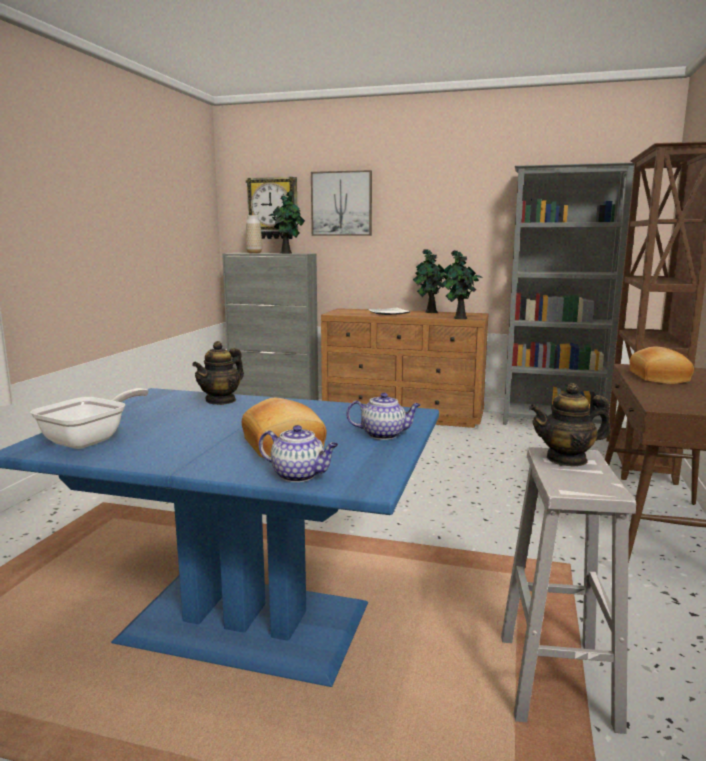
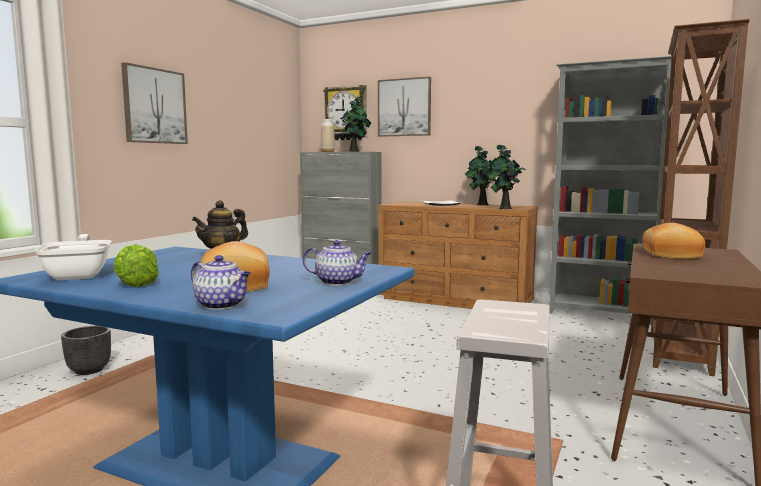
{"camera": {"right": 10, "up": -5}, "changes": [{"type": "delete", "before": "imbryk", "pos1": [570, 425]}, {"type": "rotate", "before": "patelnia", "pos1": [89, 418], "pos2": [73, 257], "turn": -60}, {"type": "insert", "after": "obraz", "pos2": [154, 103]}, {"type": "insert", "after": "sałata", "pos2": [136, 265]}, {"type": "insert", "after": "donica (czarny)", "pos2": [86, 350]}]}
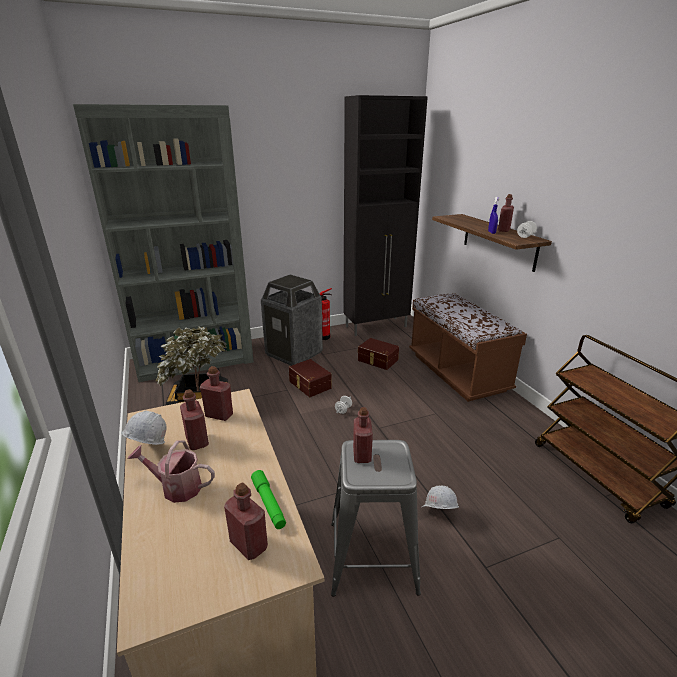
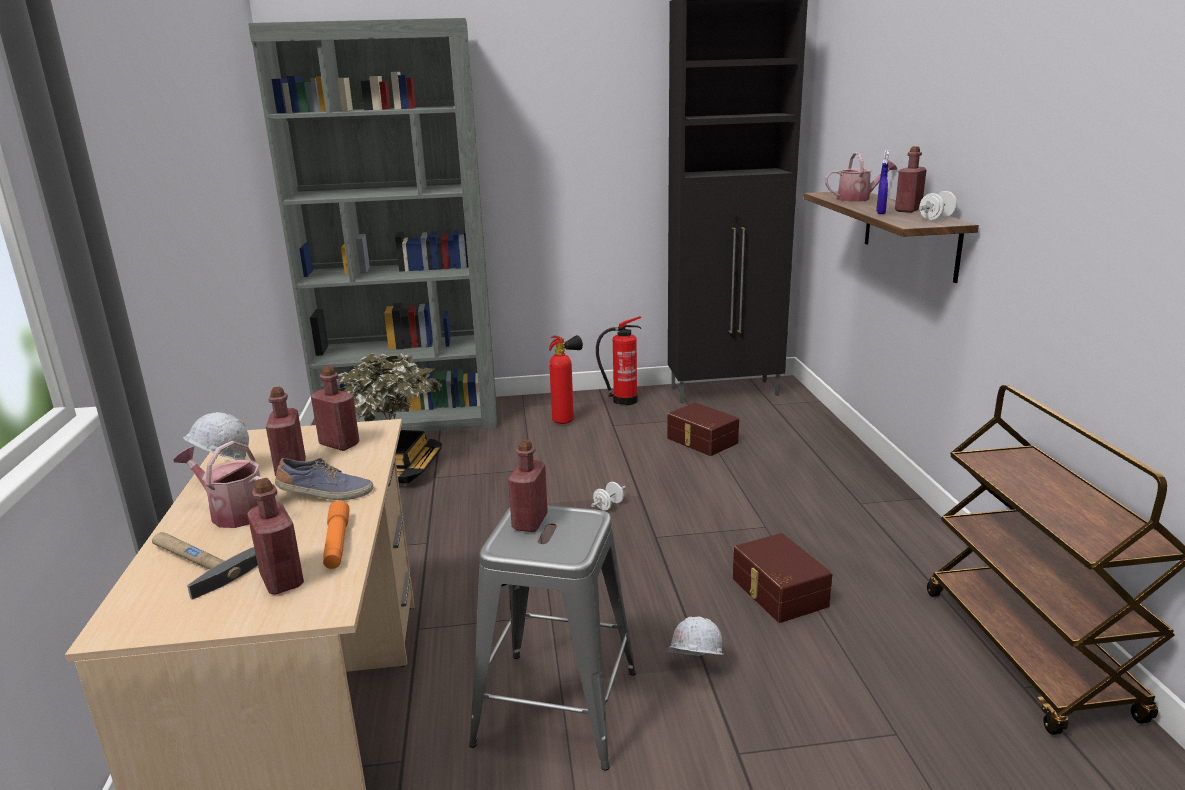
{"camera": {"right": 15, "up": -5}, "changes": [{"type": "replace", "before": "kosz na śmieci", "after": "gaśnica", "pos1": [292, 320], "pos2": [566, 379]}, {"type": "delete", "before": "ławka (brązowy)", "pos1": [468, 347]}, {"type": "move", "before": "pojemnik do przechowywania (brązowy)", "pos1": [310, 378], "pos2": [782, 578]}, {"type": "recolor", "before": "latarka (zielony)", "after": "latarka (pomarańczowy)", "pos1": [268, 499], "pos2": [336, 535]}, {"type": "insert", "after": "konewka", "pos2": [861, 177]}, {"type": "insert", "after": "but", "pos2": [324, 479]}, {"type": "insert", "after": "młotek", "pos2": [205, 566]}]}
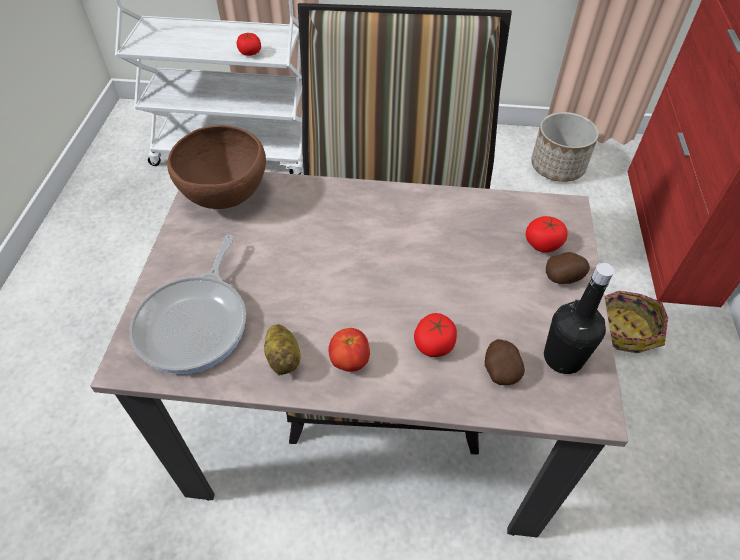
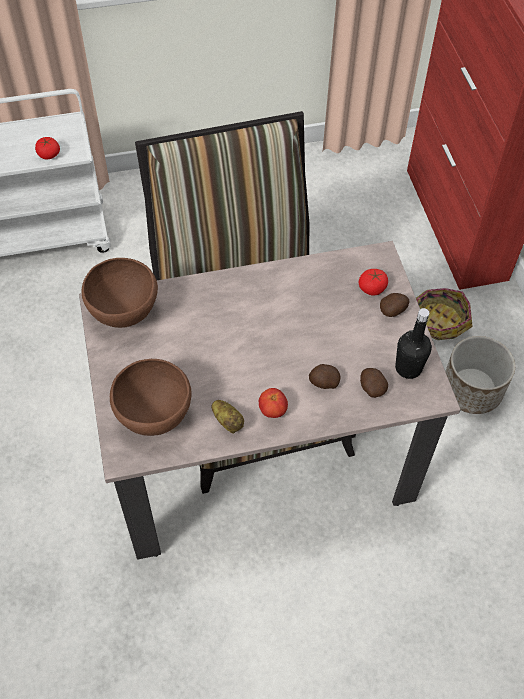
{"camera": {"right": -20, "up": 5}, "changes": [{"type": "move", "before": "donica", "pos1": [565, 147], "pos2": [480, 375]}, {"type": "replace", "before": "patelnia", "after": "miska (brązowy)", "pos1": [188, 304], "pos2": [151, 397]}, {"type": "replace", "before": "pomidor", "after": "ziemniak", "pos1": [435, 335], "pos2": [324, 376]}]}
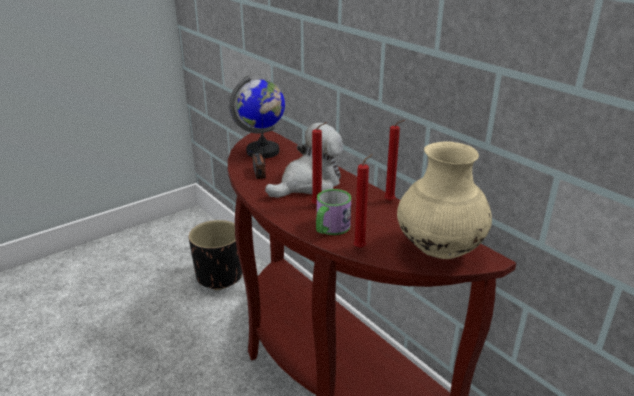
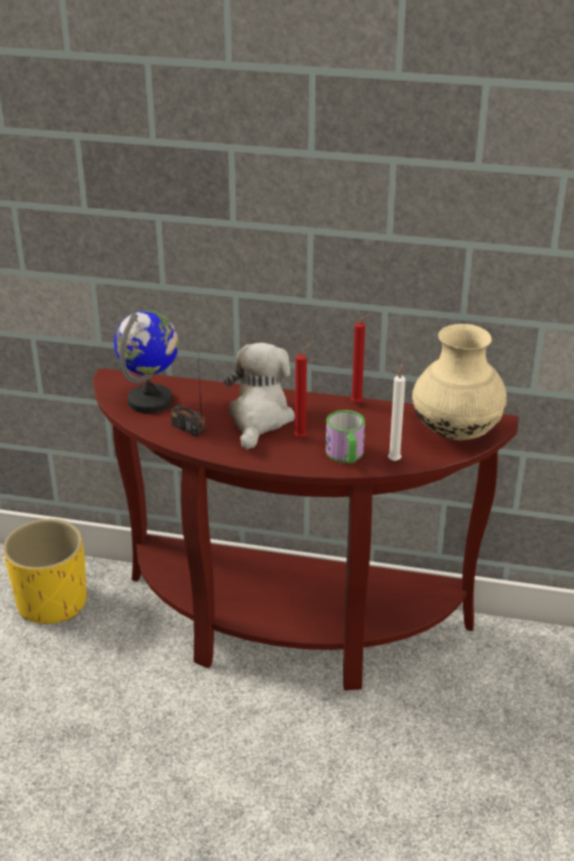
{"camera": {"right": -40, "up": 5}, "changes": [{"type": "recolor", "before": "świeca (czerwony)", "after": "świeca (biały)", "pos1": [363, 201], "pos2": [397, 412]}, {"type": "recolor", "before": "donica (czarny)", "after": "donica (żółty)", "pos1": [215, 255], "pos2": [45, 571]}]}
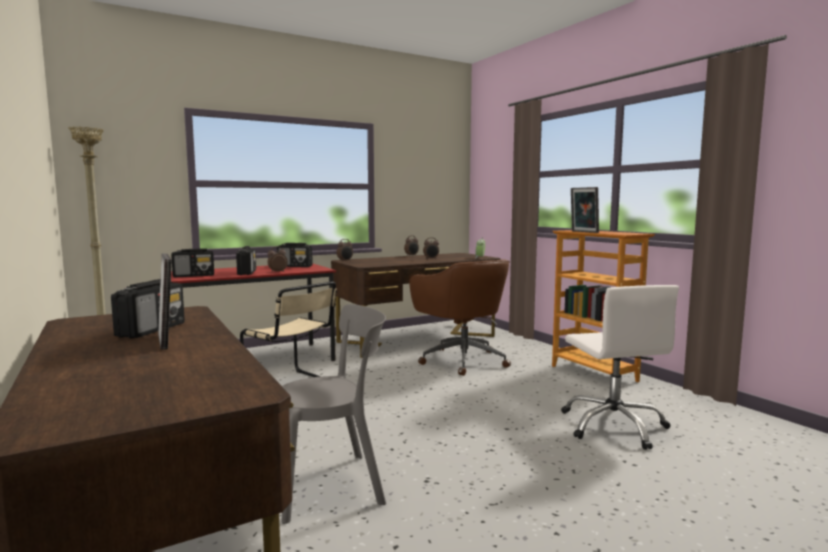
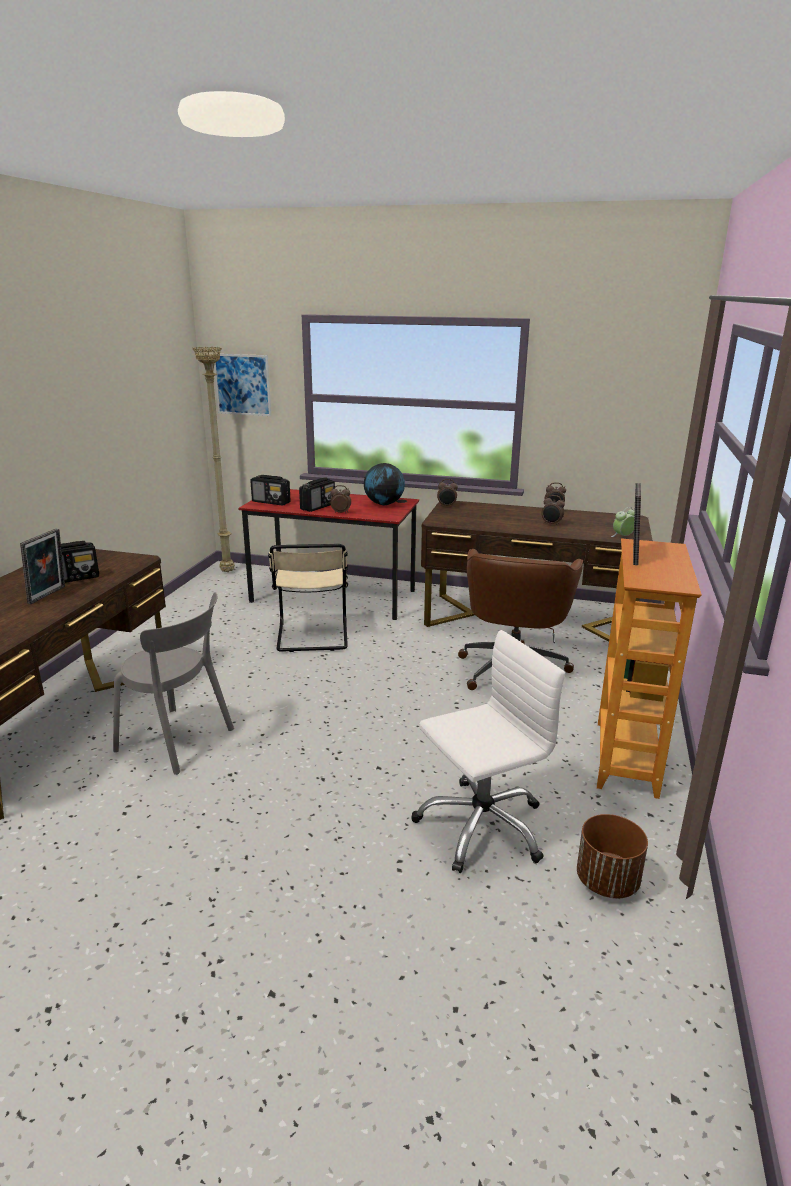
{"camera": {"right": 45, "up": 15}, "changes": [{"type": "replace", "before": "radio", "after": "globus", "pos1": [295, 255], "pos2": [384, 484]}, {"type": "rotate", "before": "krzesło biurowe (biały)", "pos1": [620, 367], "pos2": [488, 751], "turn": -150}, {"type": "insert", "after": "obraz", "pos2": [242, 385]}, {"type": "insert", "after": "donica (brązowy)", "pos2": [612, 856]}]}
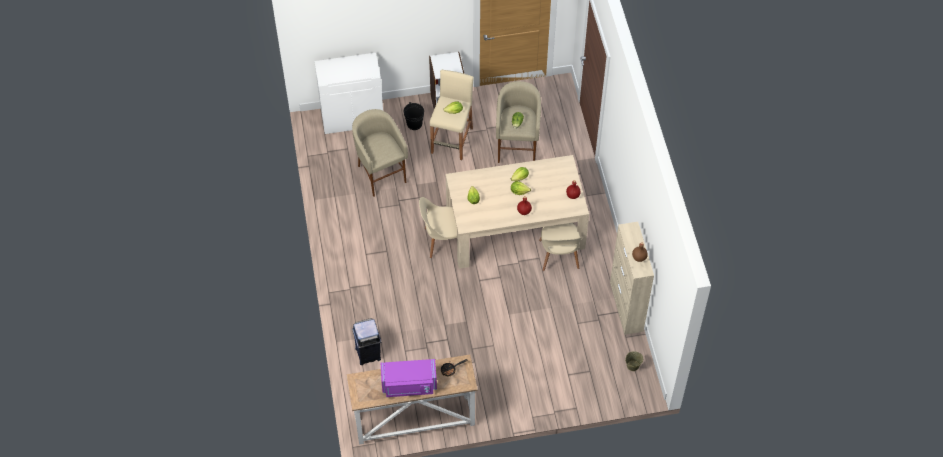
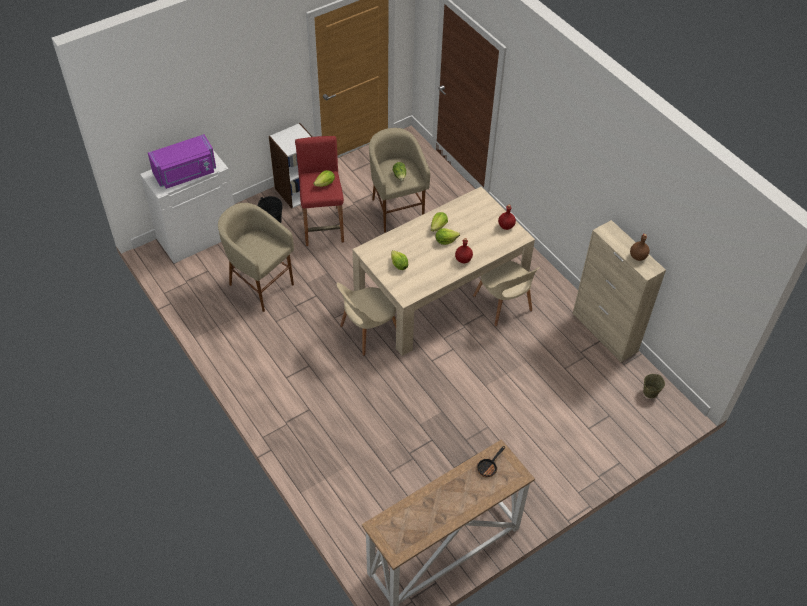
{"camera": {"right": -25, "up": -5}, "changes": [{"type": "recolor", "before": "stołek (beżowy)", "after": "stołek (czerwony)", "pos1": [452, 115], "pos2": [319, 191]}, {"type": "delete", "before": "kosz na śmieci (niebieski)", "pos1": [366, 341]}, {"type": "move", "before": "mikrofalówka (fioletowy)", "pos1": [409, 378], "pos2": [182, 161]}]}
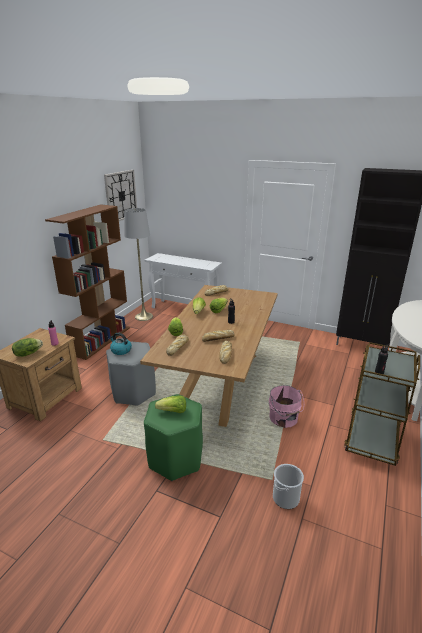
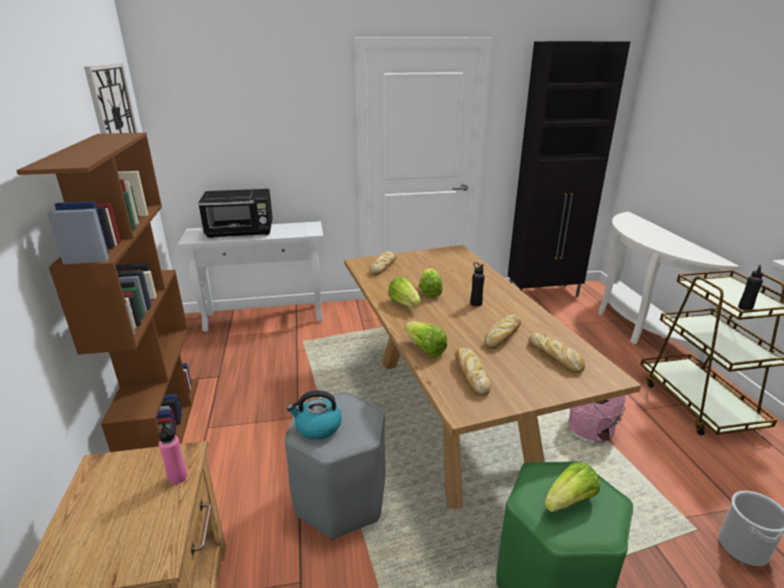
{"camera": {"right": -35, "up": 0}, "changes": [{"type": "delete", "before": "lampa stojąca (szary)", "pos1": [138, 264]}, {"type": "delete", "before": "sałata", "pos1": [27, 347]}, {"type": "insert", "after": "mikrofalówka (czarny)", "pos2": [235, 213]}]}
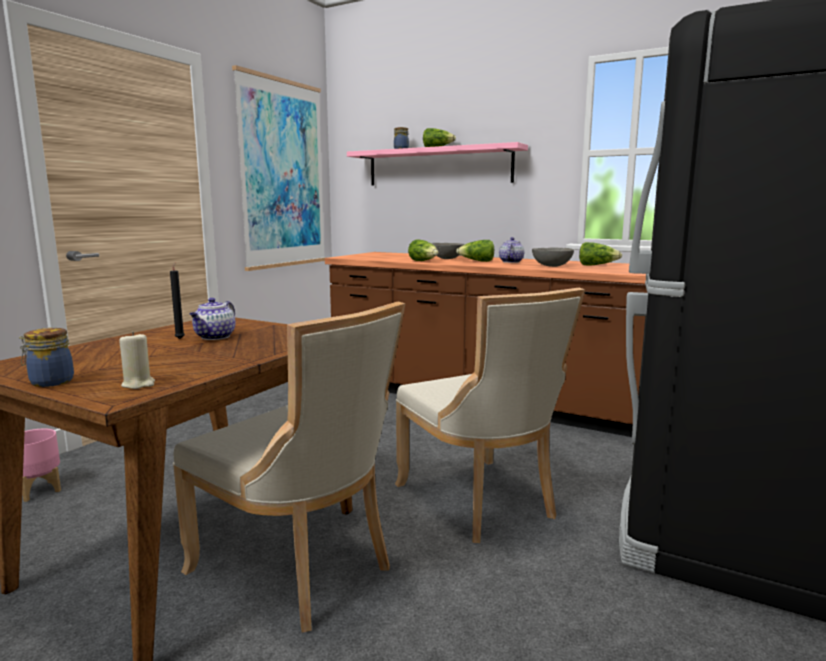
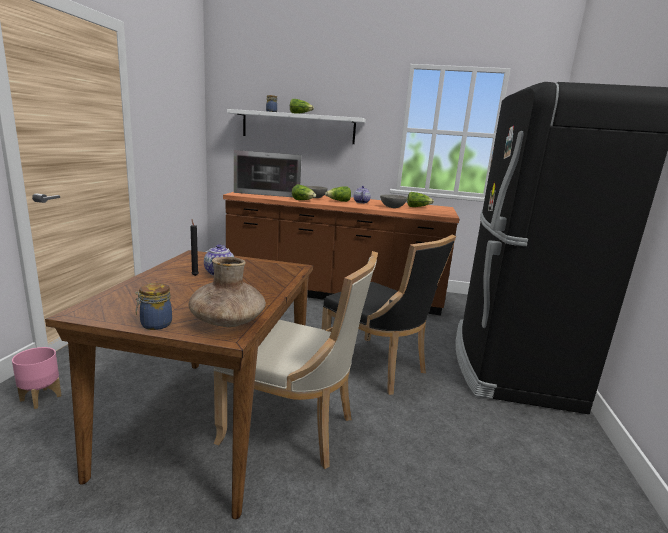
{"camera": {"right": -20, "up": 5}, "changes": [{"type": "delete", "before": "obraz", "pos1": [278, 168]}, {"type": "recolor", "before": "półka (różowy)", "after": "półka (biały)", "pos1": [437, 163], "pos2": [296, 126]}, {"type": "recolor", "before": "krzesło (beżowy)", "after": "krzesło (czarny)", "pos1": [490, 415], "pos2": [389, 315]}, {"type": "replace", "before": "świeca (beżowy)", "after": "wazon (brązowy)", "pos1": [137, 360], "pos2": [227, 292]}, {"type": "insert", "after": "mikrofalówka", "pos2": [268, 173]}]}
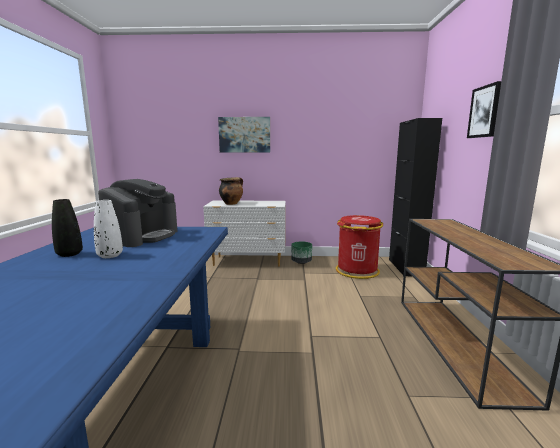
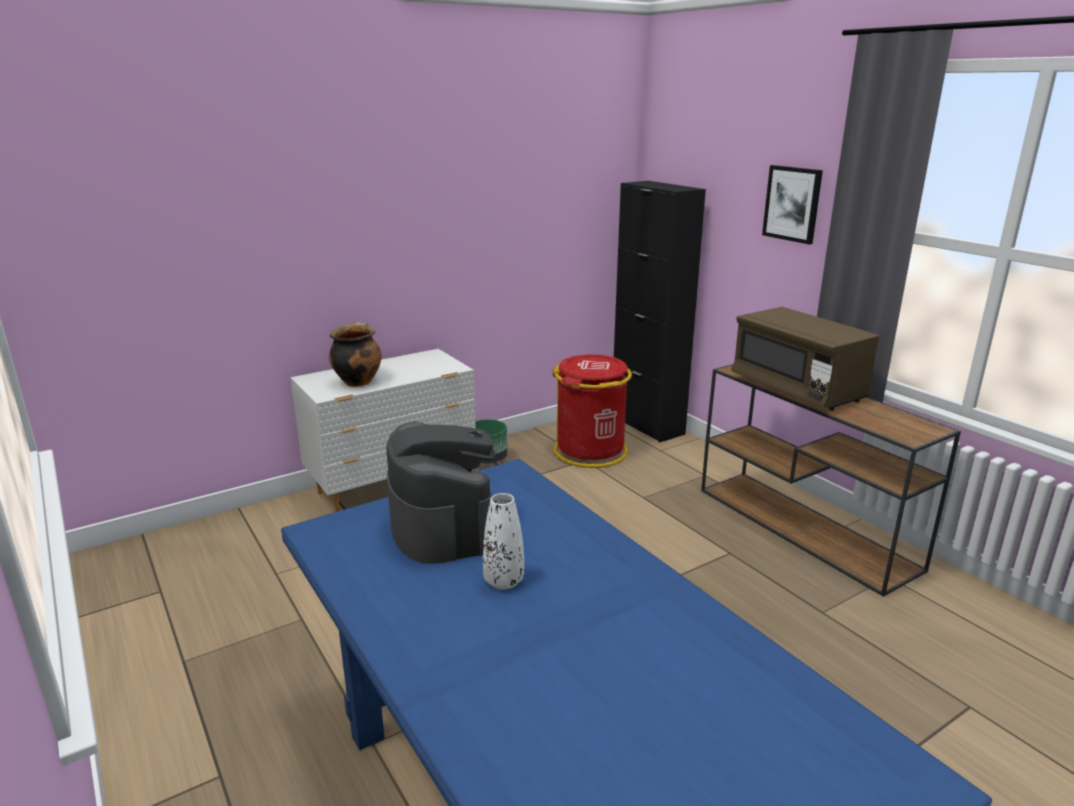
{"camera": {"right": -35, "up": 10}, "changes": [{"type": "delete", "before": "obraz", "pos1": [244, 134]}, {"type": "delete", "before": "wazon (czarny)", "pos1": [67, 228]}, {"type": "insert", "after": "mikrofalówka (brązowy)", "pos2": [805, 358]}]}
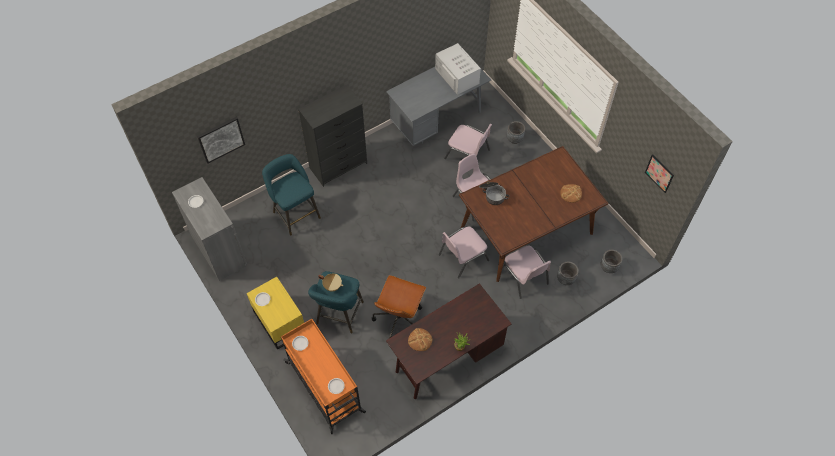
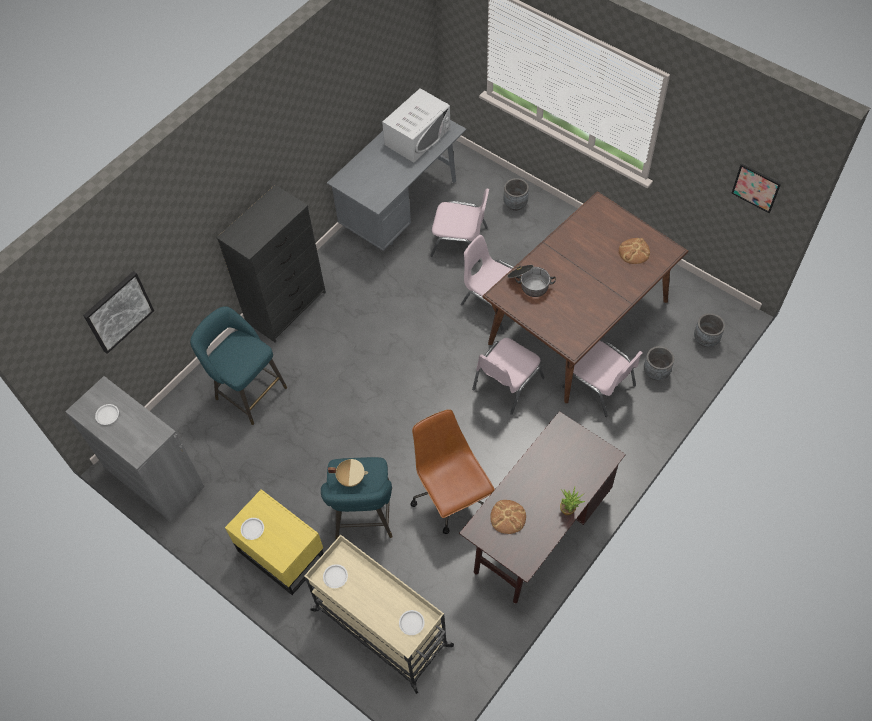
{"camera": {"right": -15, "up": 0}, "changes": [{"type": "rotate", "before": "mikrofalówka (biały)", "pos1": [458, 69], "pos2": [416, 125], "turn": 90}, {"type": "rotate", "before": "krzesło biurowe (brązowy)", "pos1": [399, 306], "pos2": [452, 471], "turn": 150}, {"type": "recolor", "before": "wózek (pomarańczowy)", "after": "wózek (beżowy)", "pos1": [323, 376], "pos2": [379, 614]}]}
